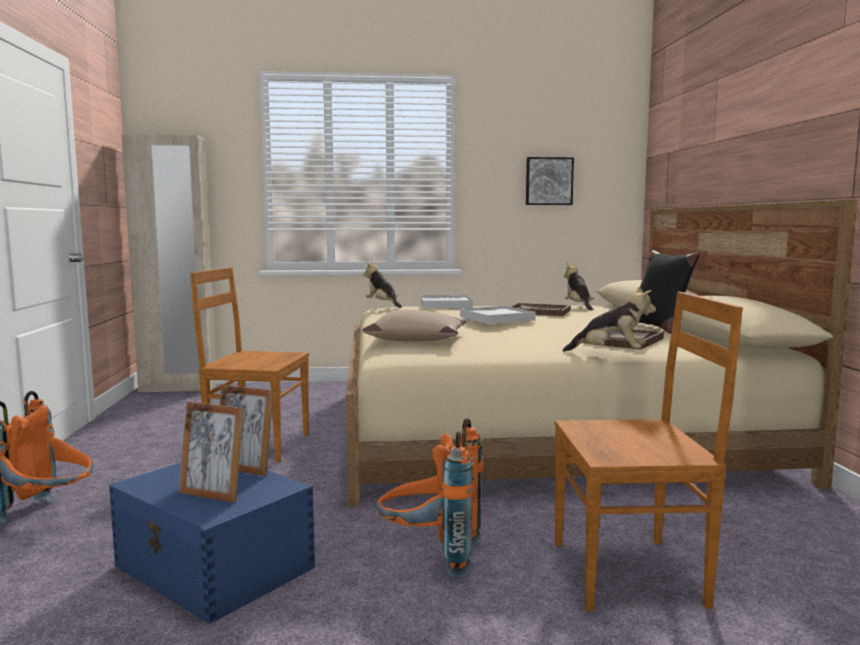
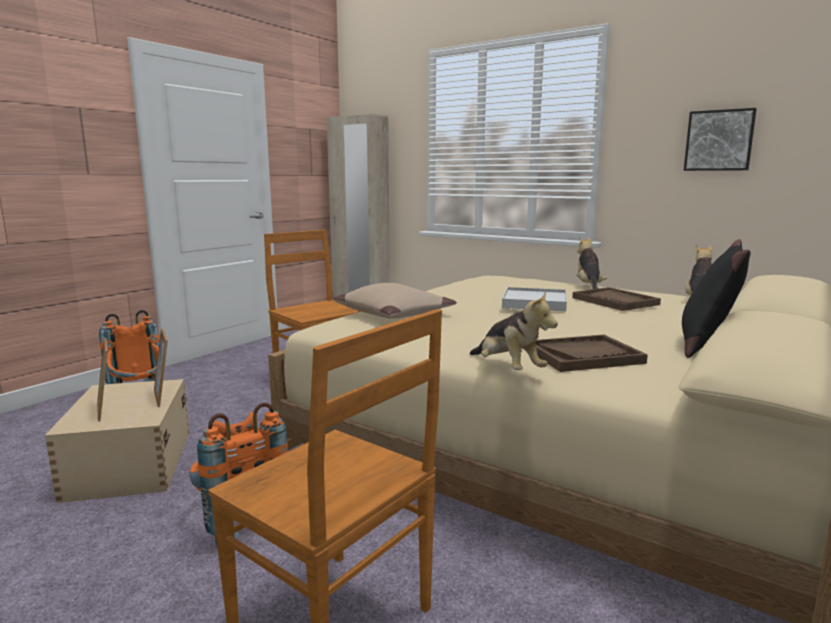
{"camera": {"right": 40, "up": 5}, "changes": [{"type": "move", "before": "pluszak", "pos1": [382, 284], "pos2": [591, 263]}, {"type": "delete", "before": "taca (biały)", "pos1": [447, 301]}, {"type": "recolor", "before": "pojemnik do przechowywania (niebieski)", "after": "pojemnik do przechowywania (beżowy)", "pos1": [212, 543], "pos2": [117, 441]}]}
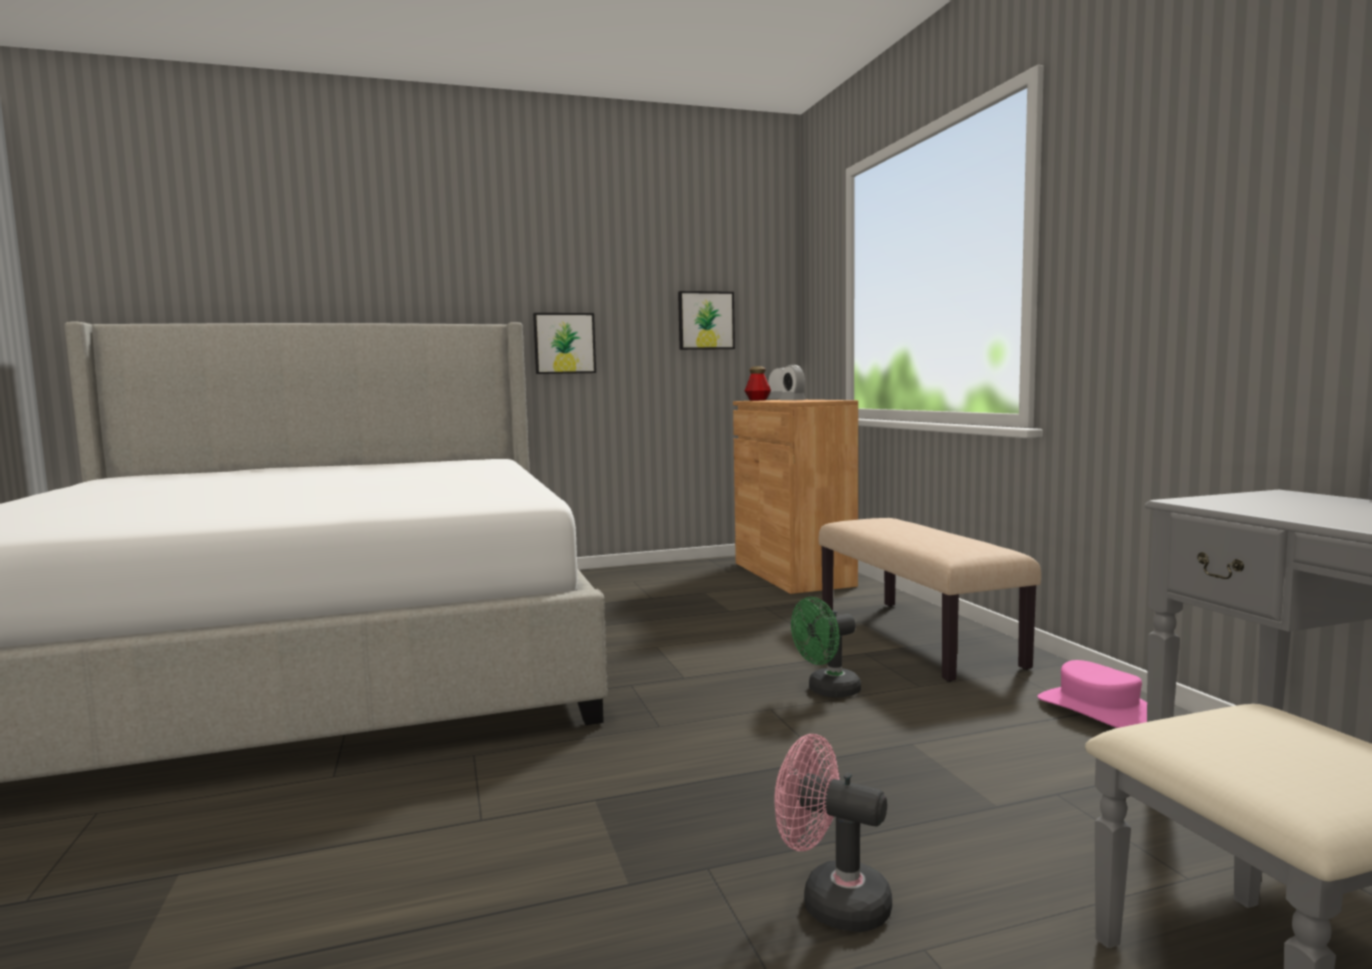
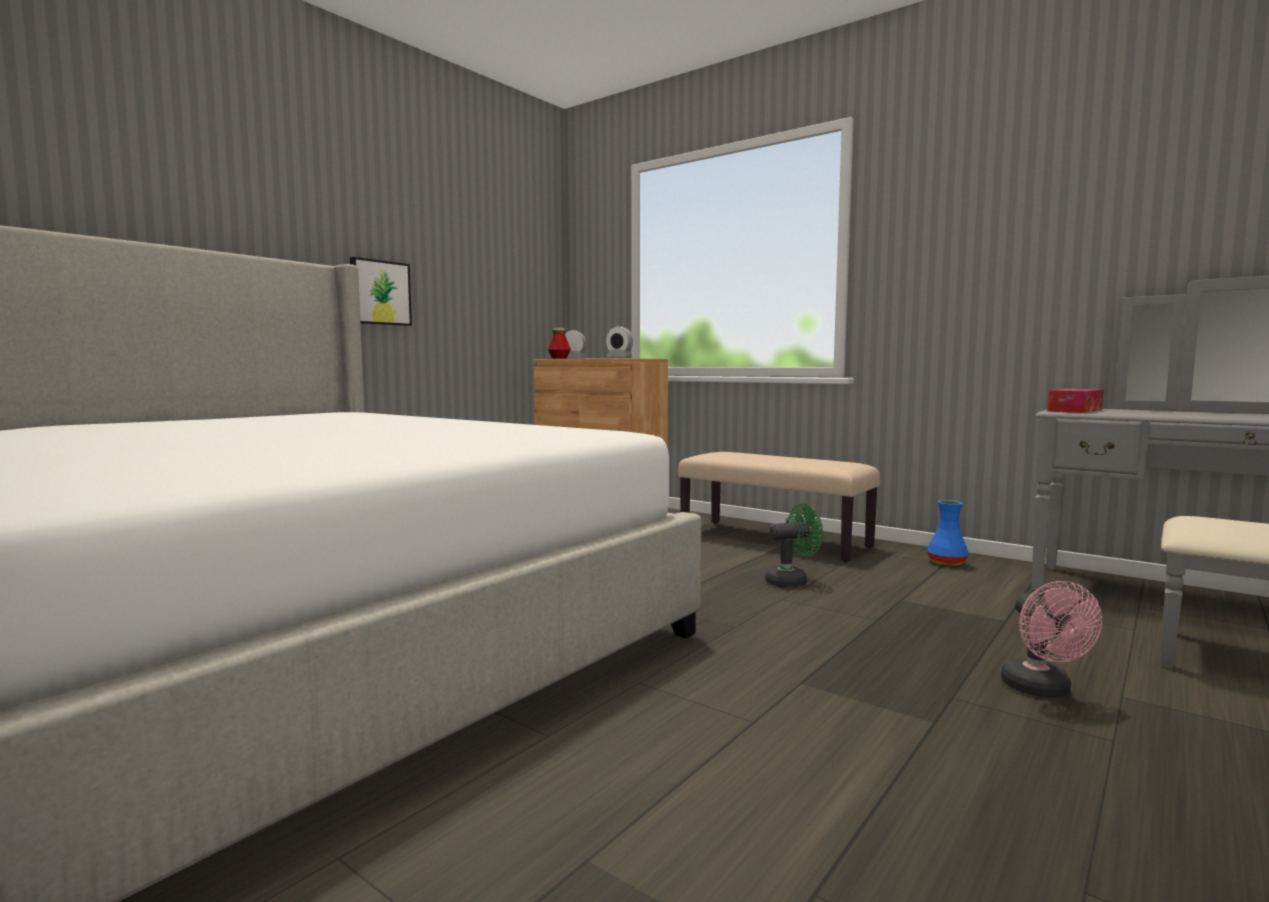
{"camera": {"right": -35, "up": 0}, "changes": [{"type": "delete", "before": "obraz", "pos1": [706, 320]}, {"type": "rotate", "before": "wentylator (zielony)", "pos1": [826, 647], "pos2": [794, 545], "turn": -135}, {"type": "replace", "before": "kapelusz (różowy)", "after": "wazon (niebieski)", "pos1": [1092, 694], "pos2": [947, 533]}, {"type": "rotate", "before": "wentylator (różowy)", "pos1": [833, 833], "pos2": [1051, 639], "turn": -90}, {"type": "insert", "after": "pudełko chusteczek", "pos2": [1075, 401]}]}
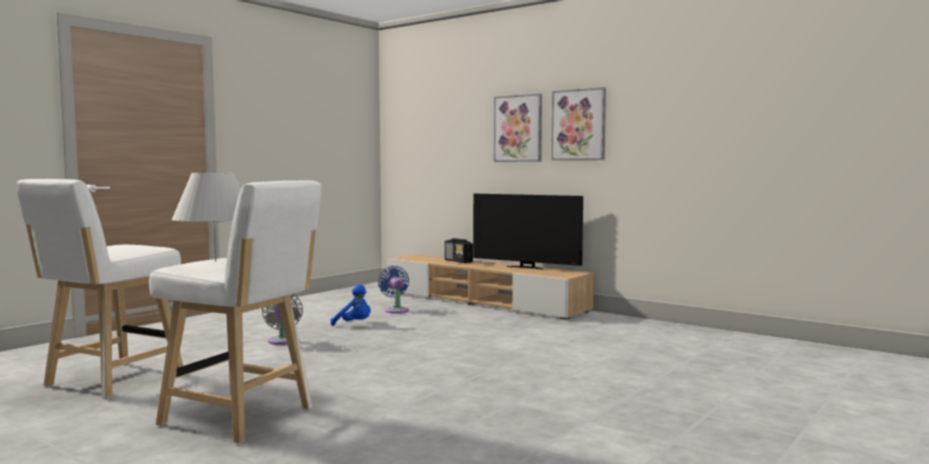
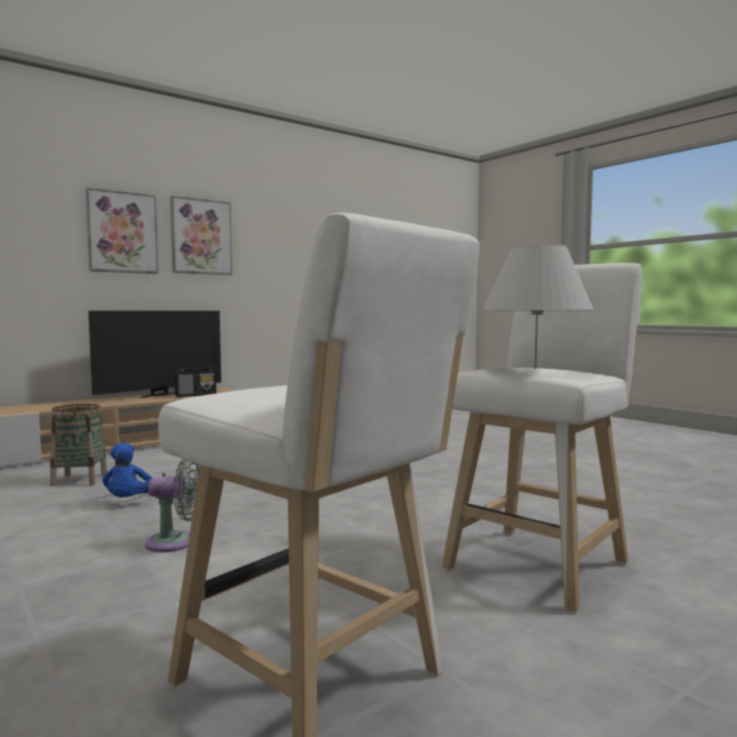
{"camera": {"right": -75, "up": 0}, "changes": [{"type": "move", "before": "radio", "pos1": [459, 250], "pos2": [195, 382]}, {"type": "replace", "before": "wentylator (niebieski)", "after": "koszyk", "pos1": [393, 289], "pos2": [78, 445]}, {"type": "rotate", "before": "pluszak (niebieski)", "pos1": [350, 305], "pos2": [127, 470], "turn": 135}]}
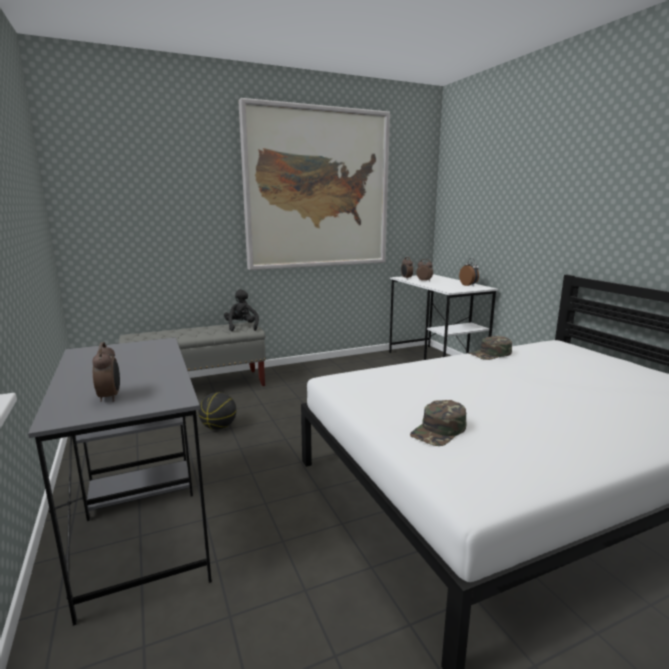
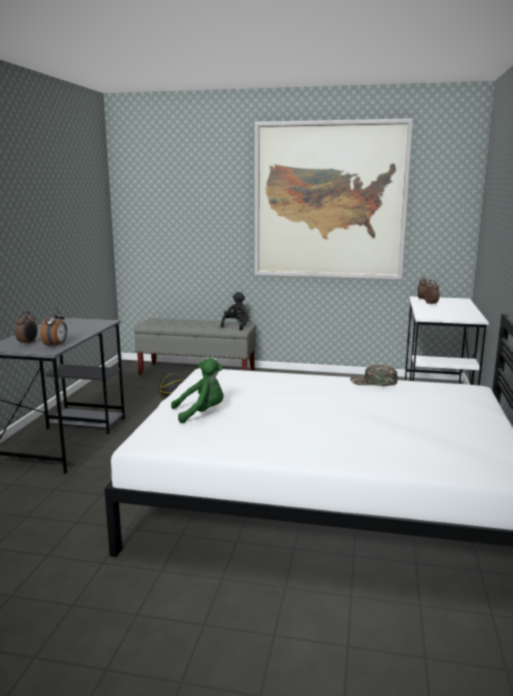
{"camera": {"right": 35, "up": 0}, "changes": [{"type": "move", "before": "budzik", "pos1": [469, 272], "pos2": [53, 328]}, {"type": "replace", "before": "czapka z daszkiem (zielony)", "after": "pluszak (zielony)", "pos1": [438, 423], "pos2": [197, 391]}]}
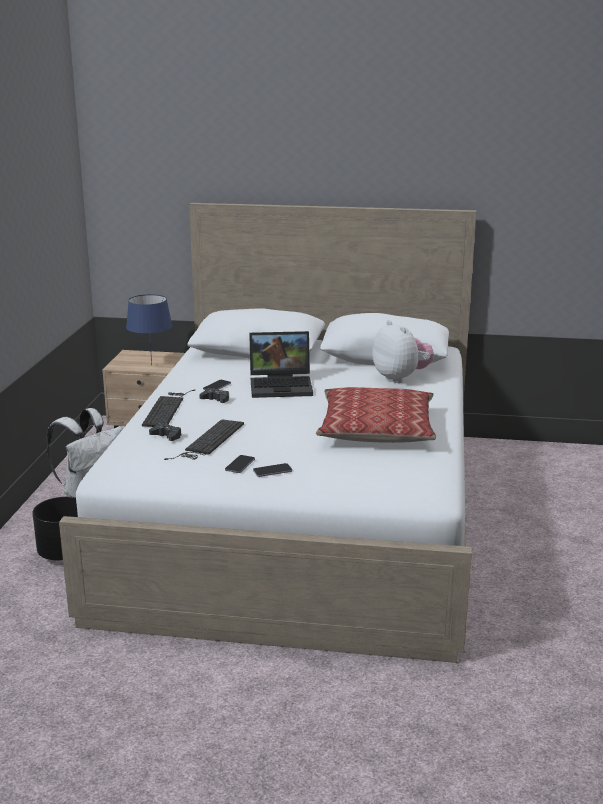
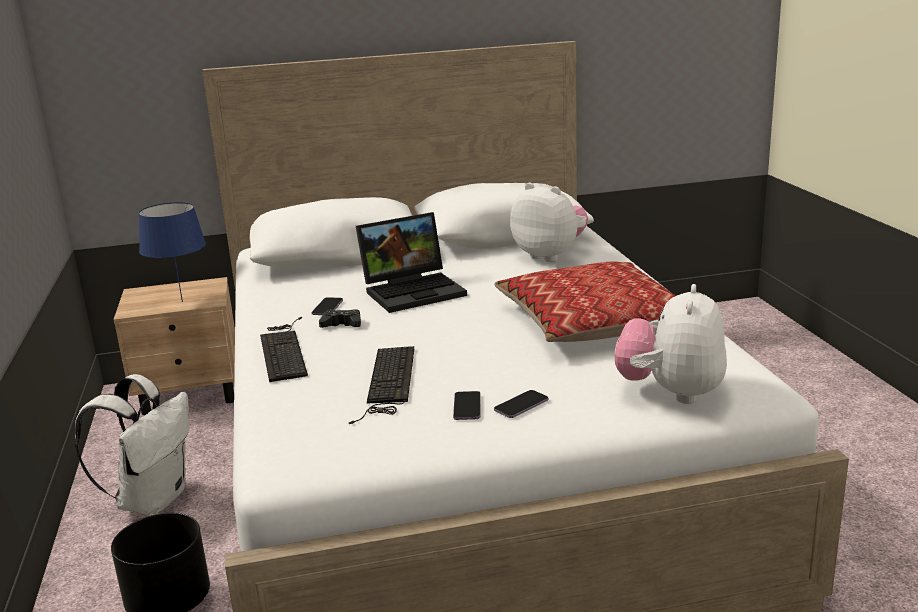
{"camera": {"right": -20, "up": 0}, "changes": [{"type": "delete", "before": "pad do gier (czarny)", "pos1": [165, 432]}, {"type": "insert", "after": "pluszak", "pos2": [671, 344]}]}
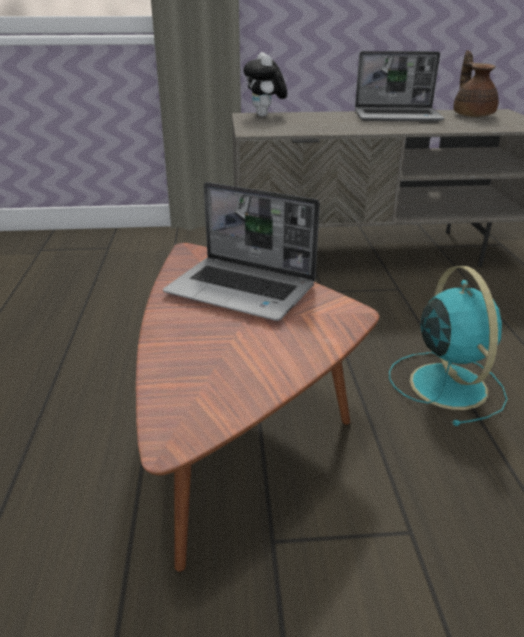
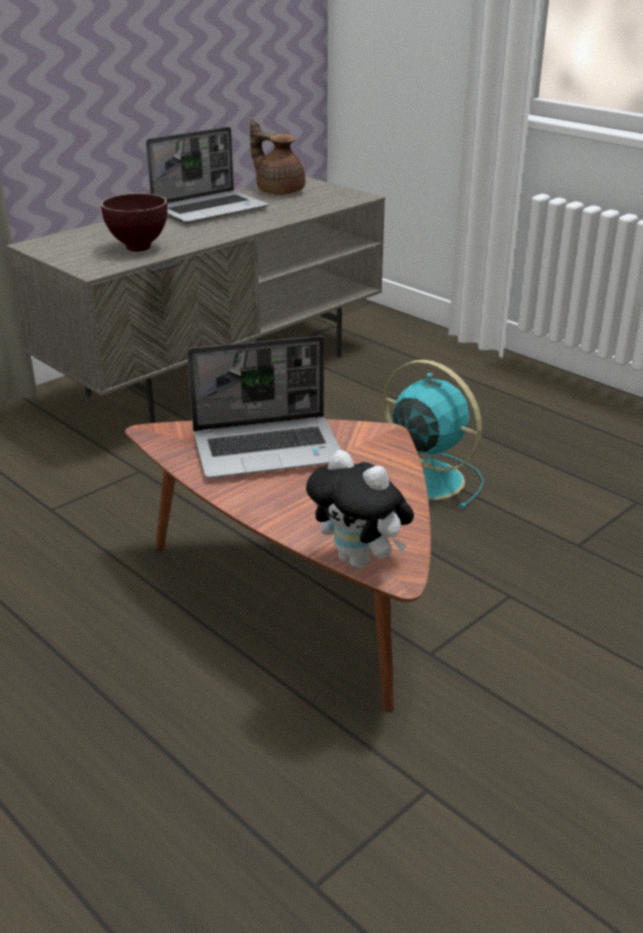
{"camera": {"right": -40, "up": 0}, "changes": [{"type": "move", "before": "pluszak", "pos1": [265, 84], "pos2": [360, 509]}, {"type": "insert", "after": "miska (brązowy)", "pos2": [134, 222]}]}
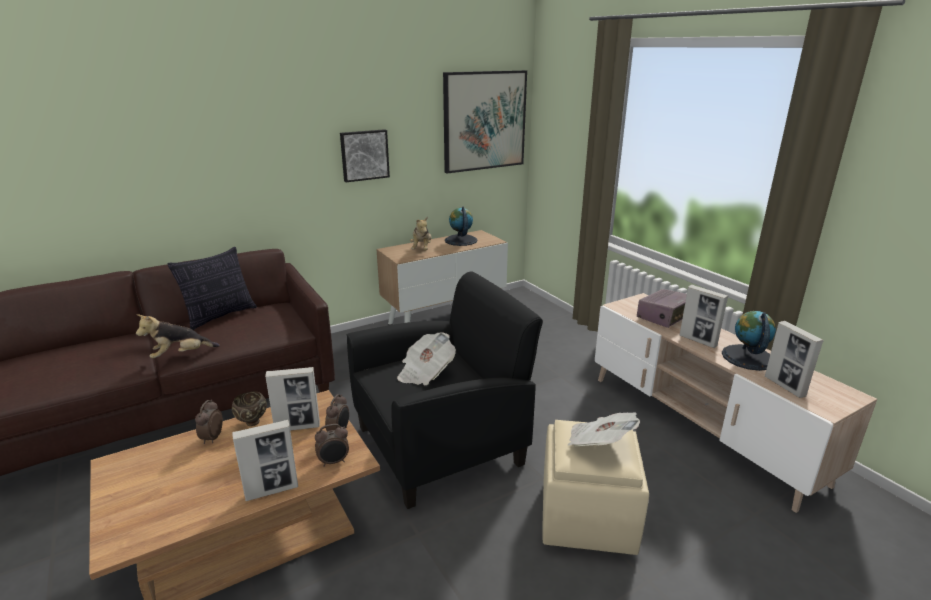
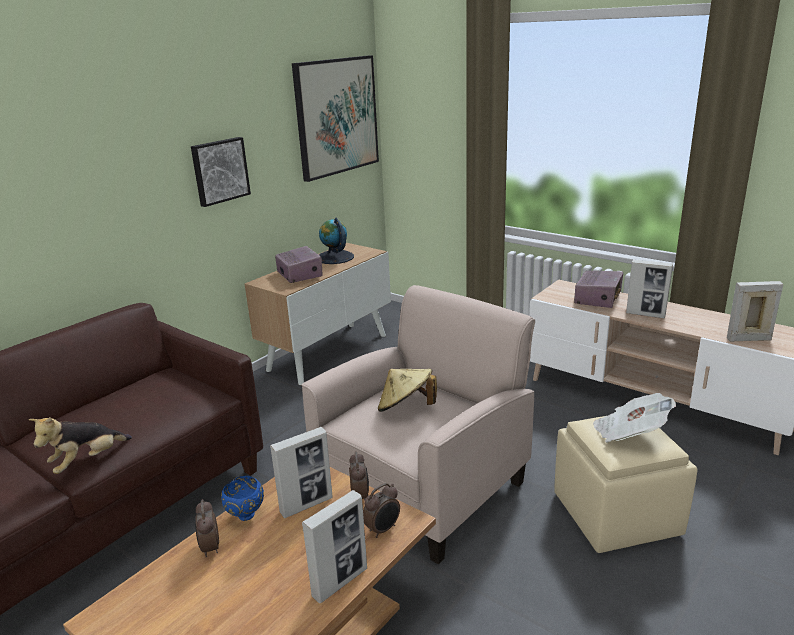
{"camera": {"right": -20, "up": 0}, "changes": [{"type": "replace", "before": "pluszak", "after": "radio", "pos1": [421, 233], "pos2": [299, 264]}, {"type": "delete", "before": "poduszka", "pos1": [212, 288]}, {"type": "recolor", "before": "fotel (czarny)", "after": "fotel (beżowy)", "pos1": [445, 390], "pos2": [418, 424]}, {"type": "delete", "before": "globus", "pos1": [749, 341]}, {"type": "rotate", "before": "ramka na zdjęcie", "pos1": [794, 359], "pos2": [755, 311], "turn": 135}, {"type": "replace", "before": "gazeta", "after": "kapelusz (beżowy)", "pos1": [426, 359], "pos2": [407, 390]}, {"type": "recolor", "before": "miska (brązowy)", "after": "miska (niebieski)", "pos1": [249, 408], "pos2": [242, 498]}]}
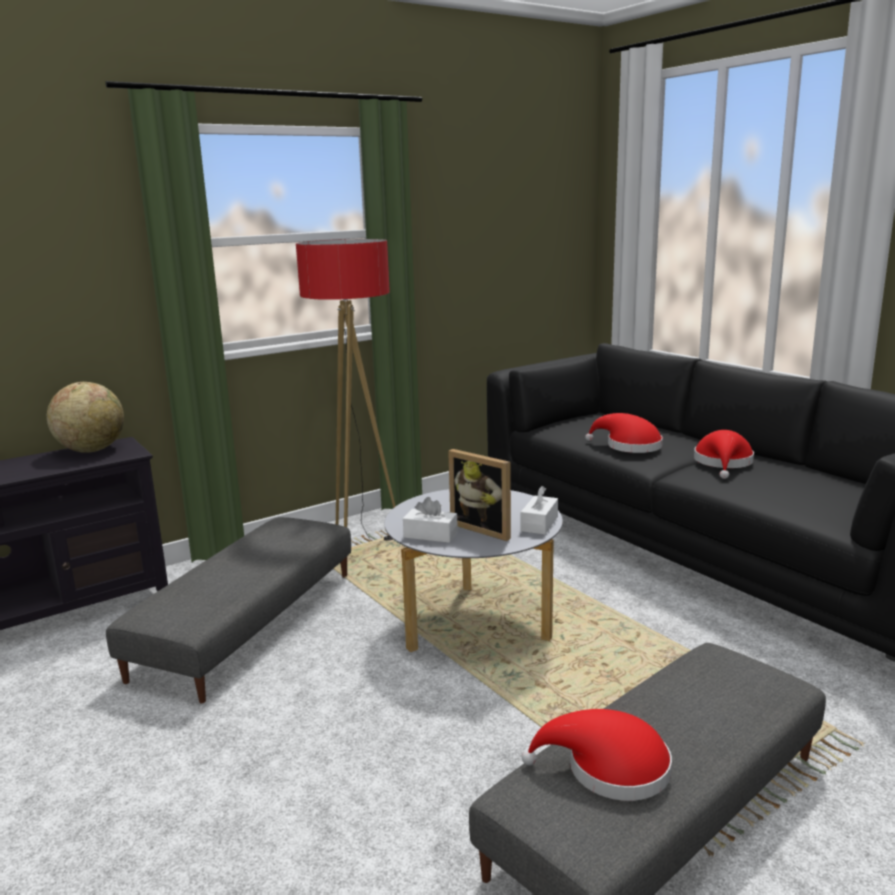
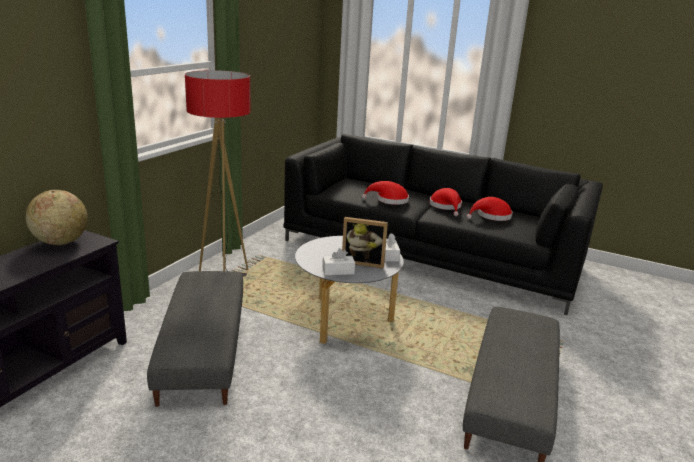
{"camera": {"right": -30, "up": 5}, "changes": [{"type": "move", "before": "kapelusz (czerwony)", "pos1": [597, 755], "pos2": [490, 209]}]}
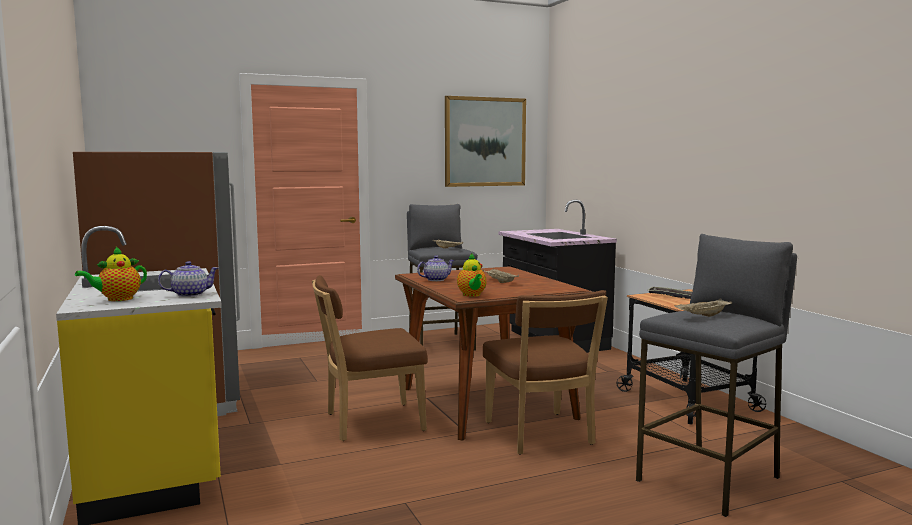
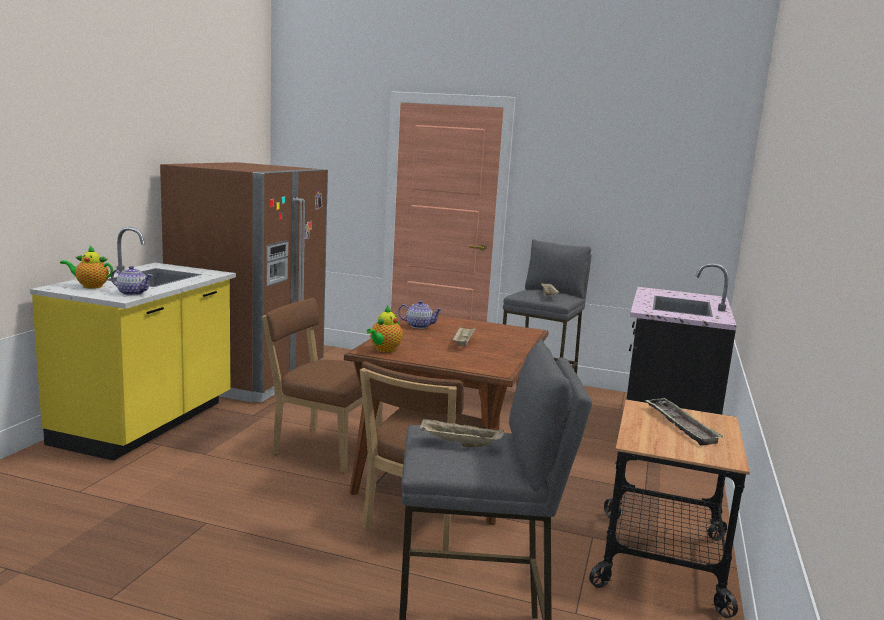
{"camera": {"right": 40, "up": 5}, "changes": [{"type": "delete", "before": "obraz", "pos1": [485, 141]}]}
